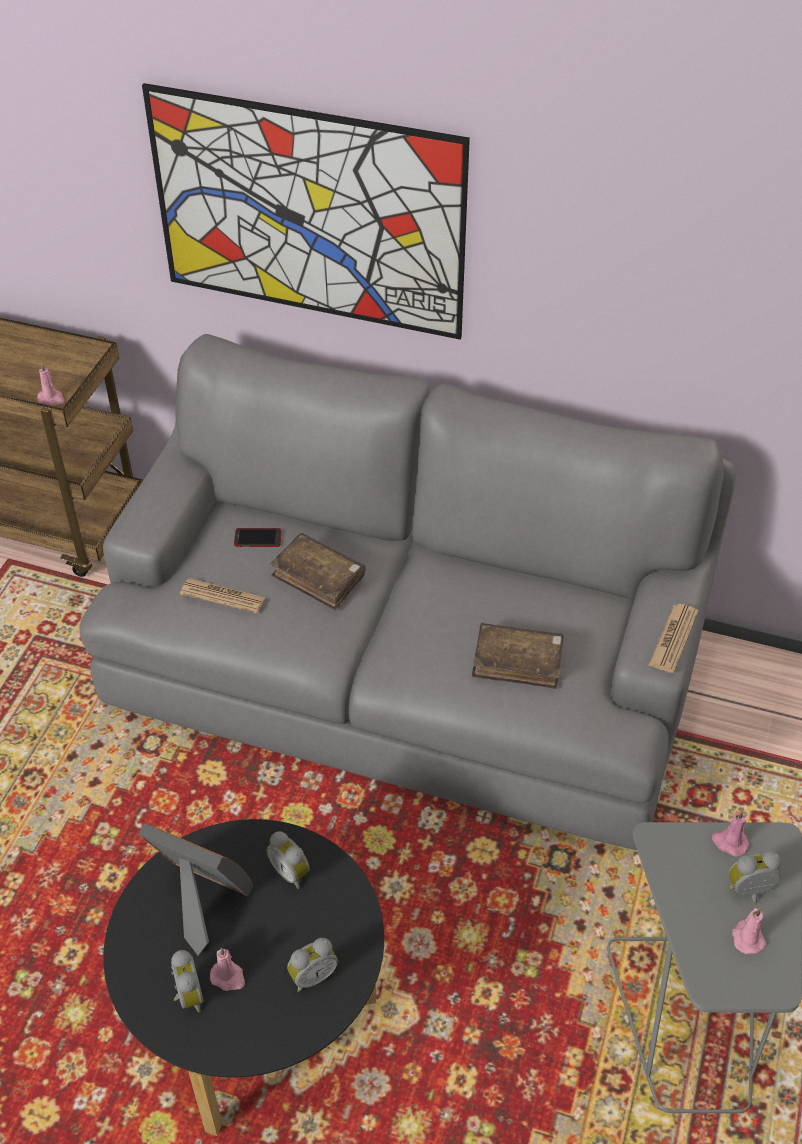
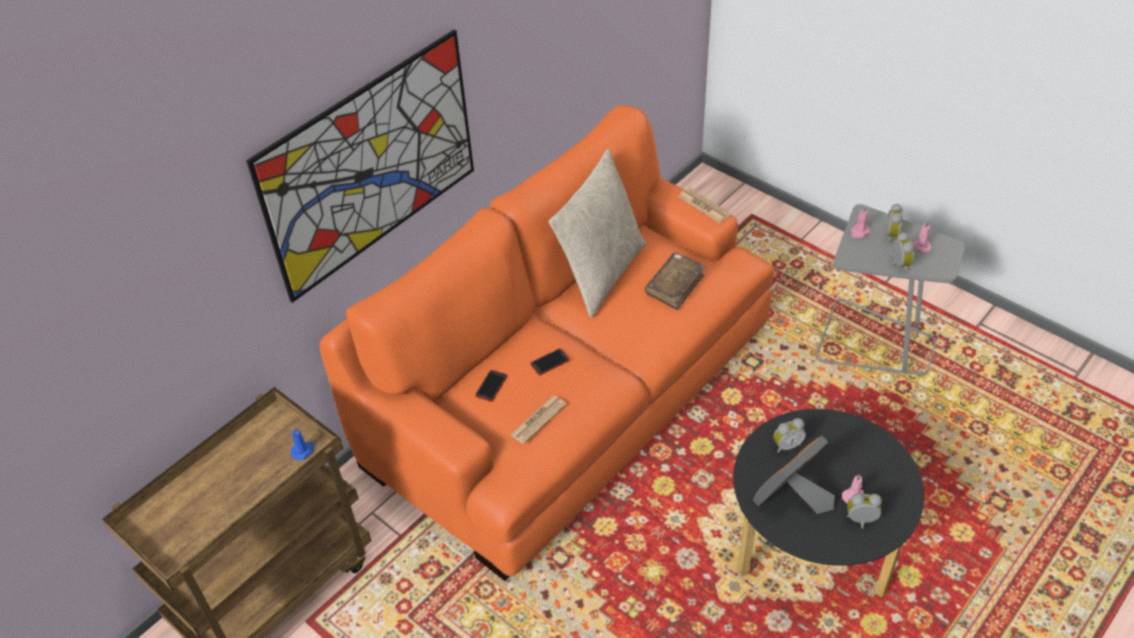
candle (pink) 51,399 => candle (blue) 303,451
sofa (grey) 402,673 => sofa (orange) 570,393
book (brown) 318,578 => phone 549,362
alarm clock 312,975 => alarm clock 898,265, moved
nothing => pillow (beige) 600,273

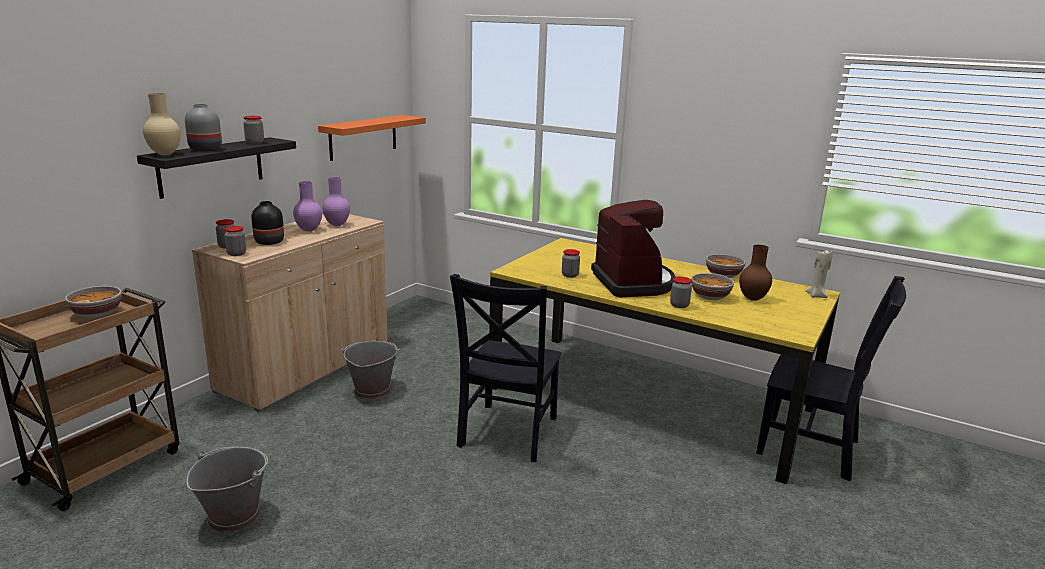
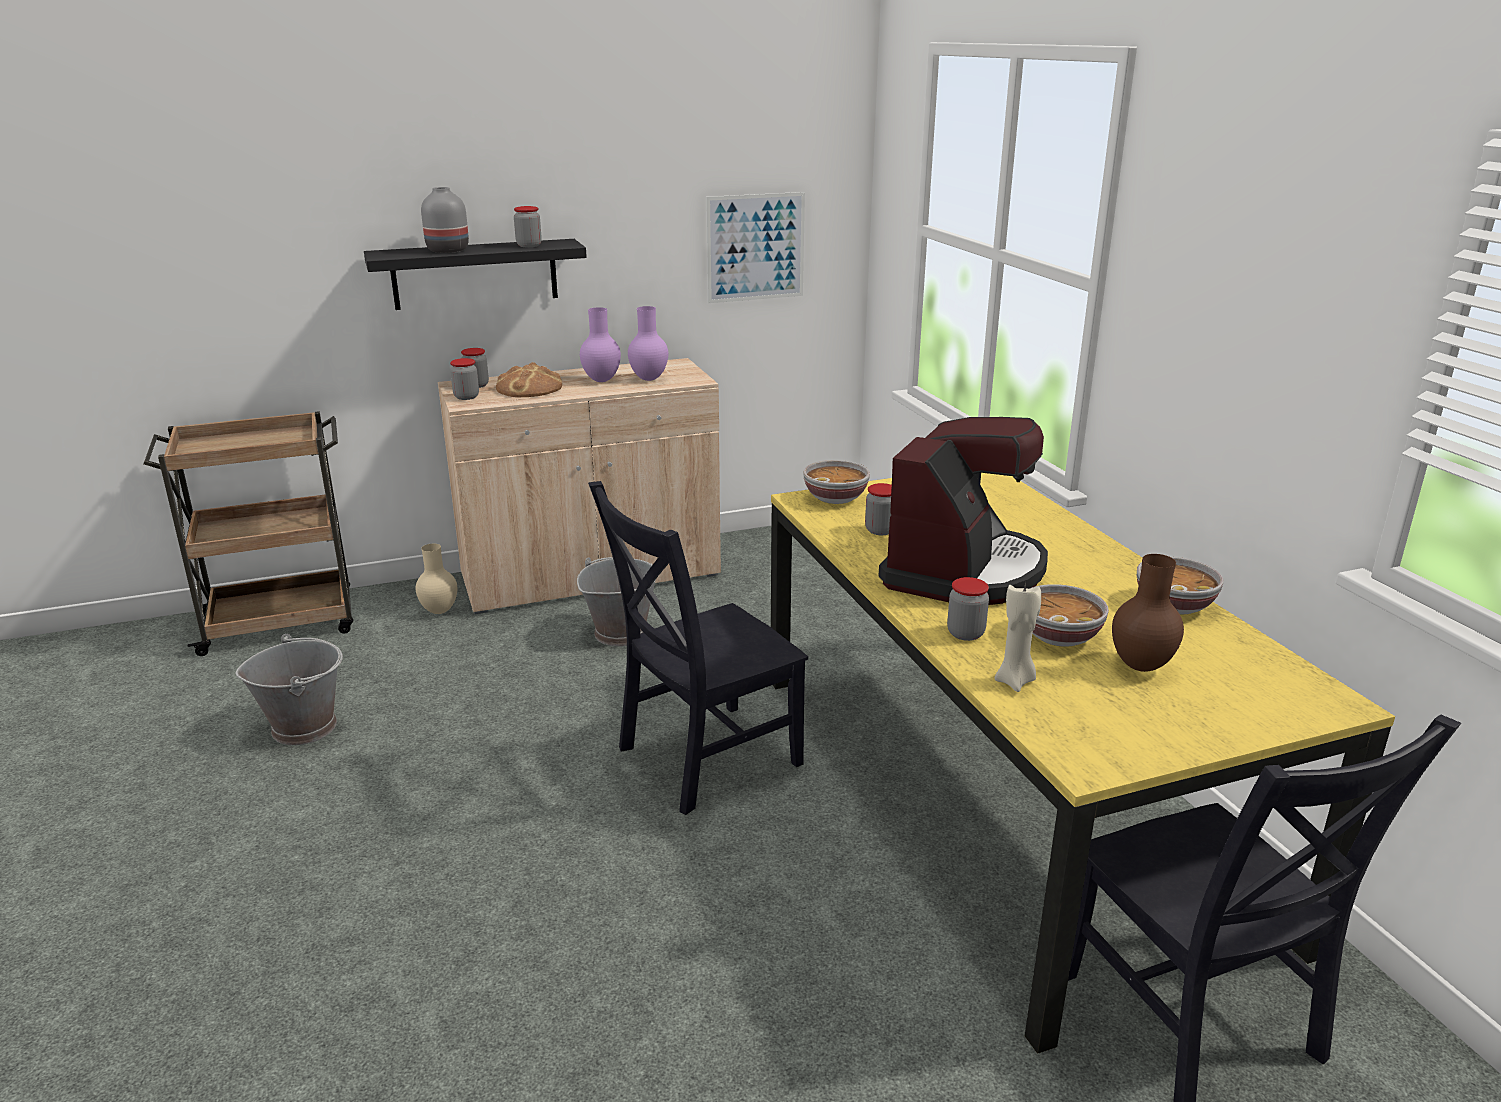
bowl 97,313 => bowl 836,497, moved
vase (beige) 164,154 => vase (beige) 439,610, moved
vase (black) 270,242 => bread 529,388
shelf (orange) 363,137 => picture 755,247
candle (beige) 816,296 => candle (beige) 1015,681, moved

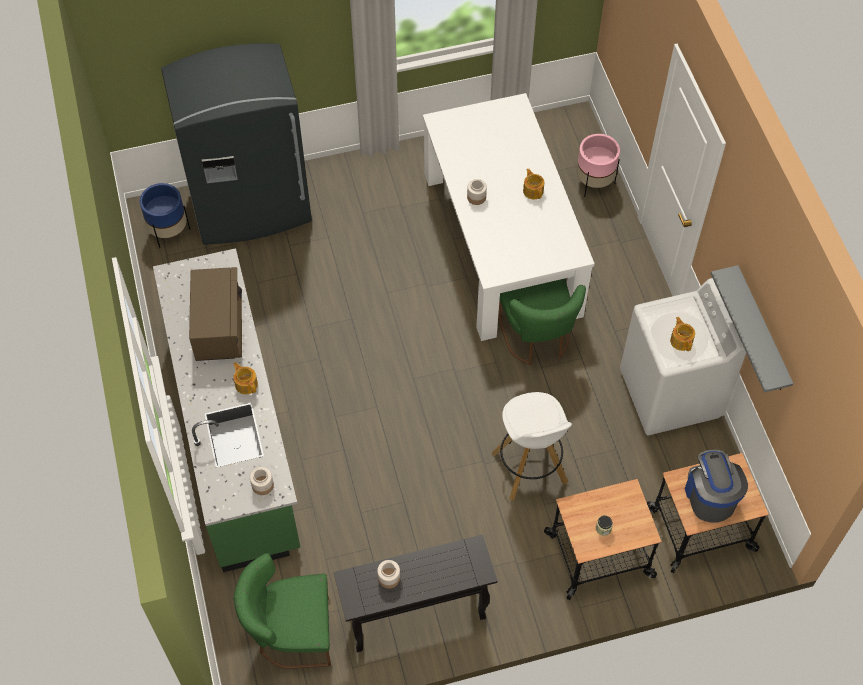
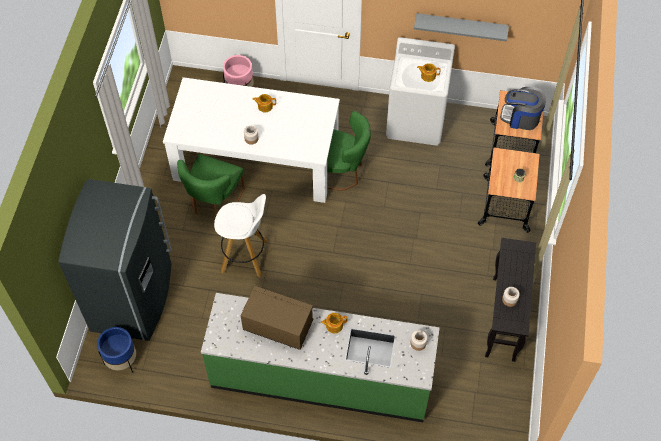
chair (green) 291,634 => chair (green) 214,202, moved
stool (white) 530,469 => stool (white) 245,256, moved

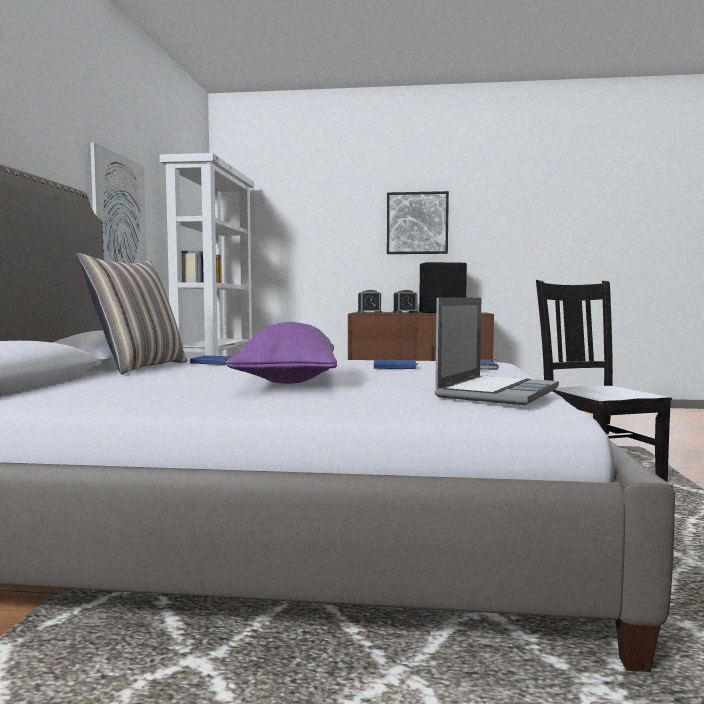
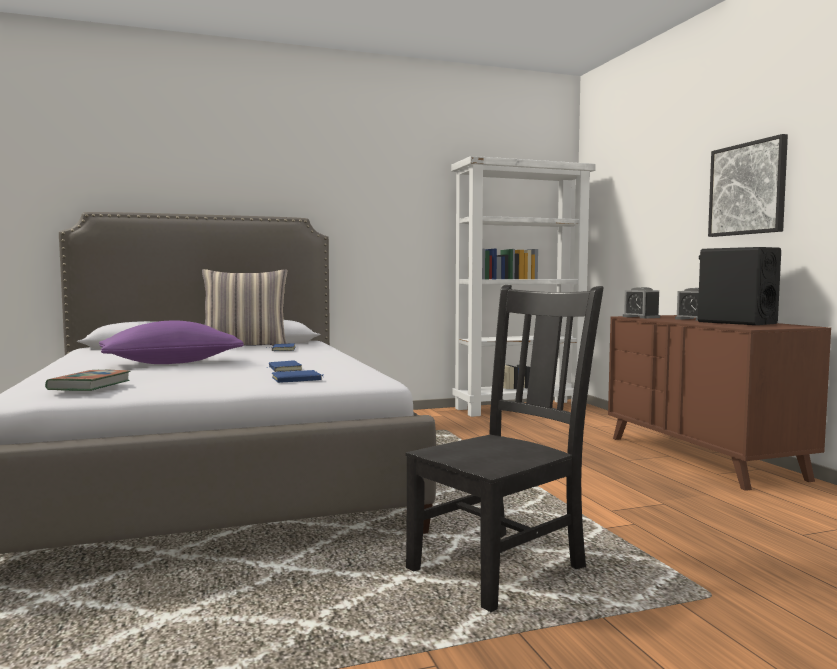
picture 119,215 => nothing
laptop 497,393 => book 90,385

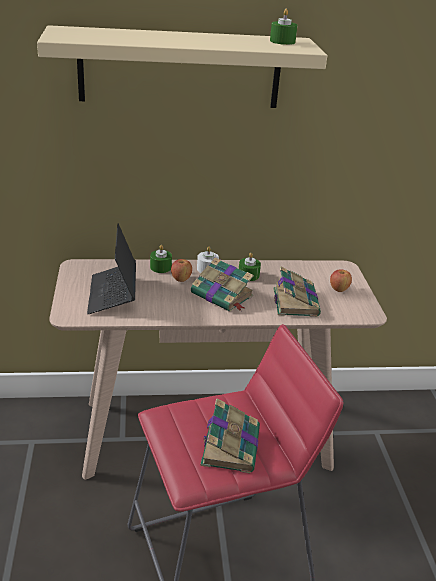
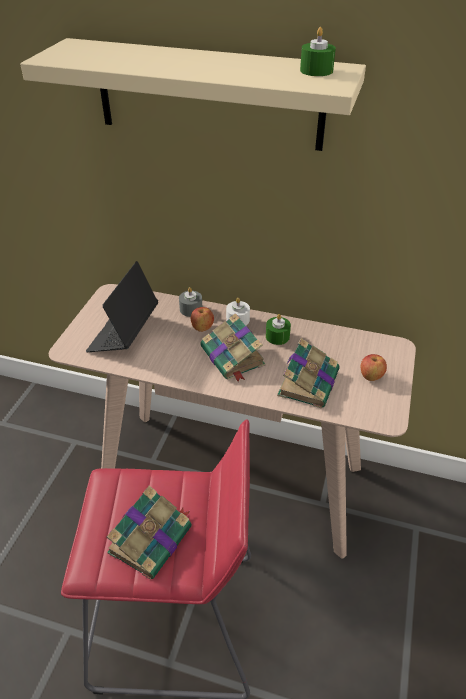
candle (green) 160,267 => candle (grey) 191,309

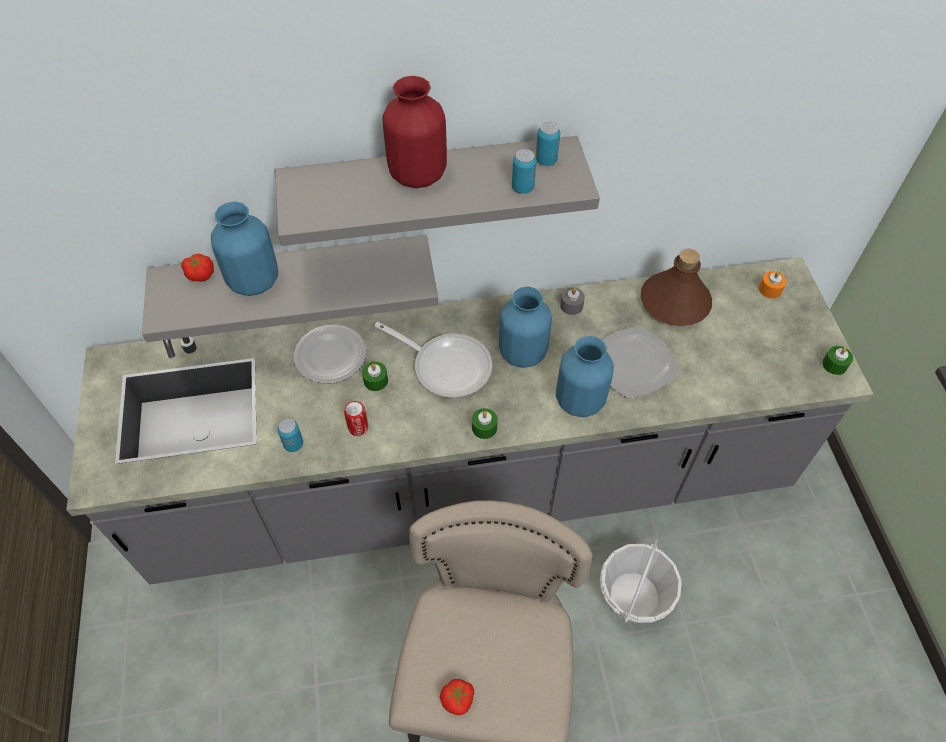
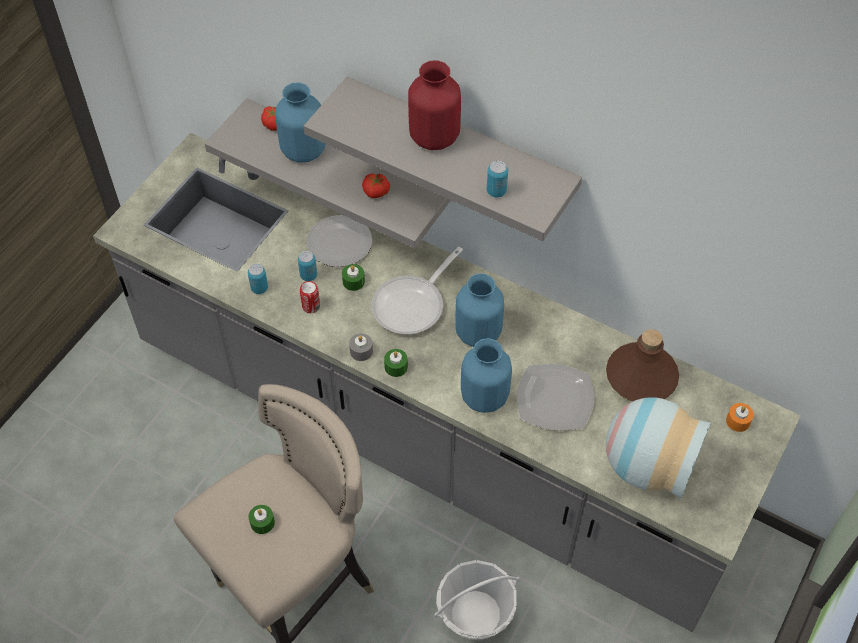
frying pan 446,366 => frying pan 413,304, 60 degrees clockwise
tomato 458,699 => tomato 376,192, moved
can 546,160 => can 308,275, moved
candle (grey) 571,305 => candle (grey) 361,351, moved
candle (green) 834,364 => candle (green) 262,522, moved
nothing => vase 647,465

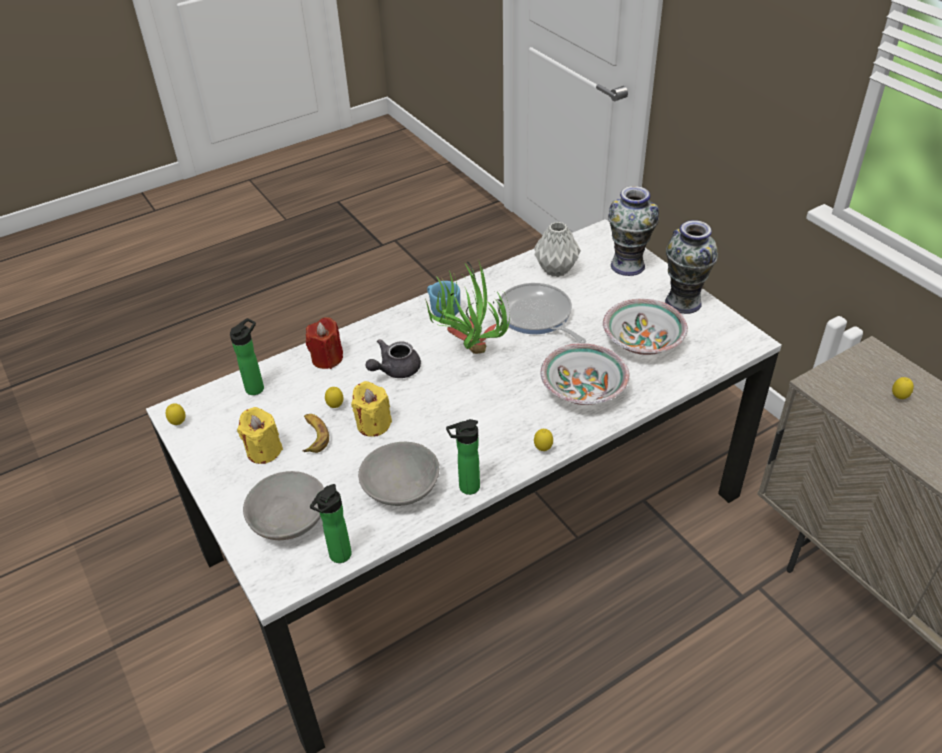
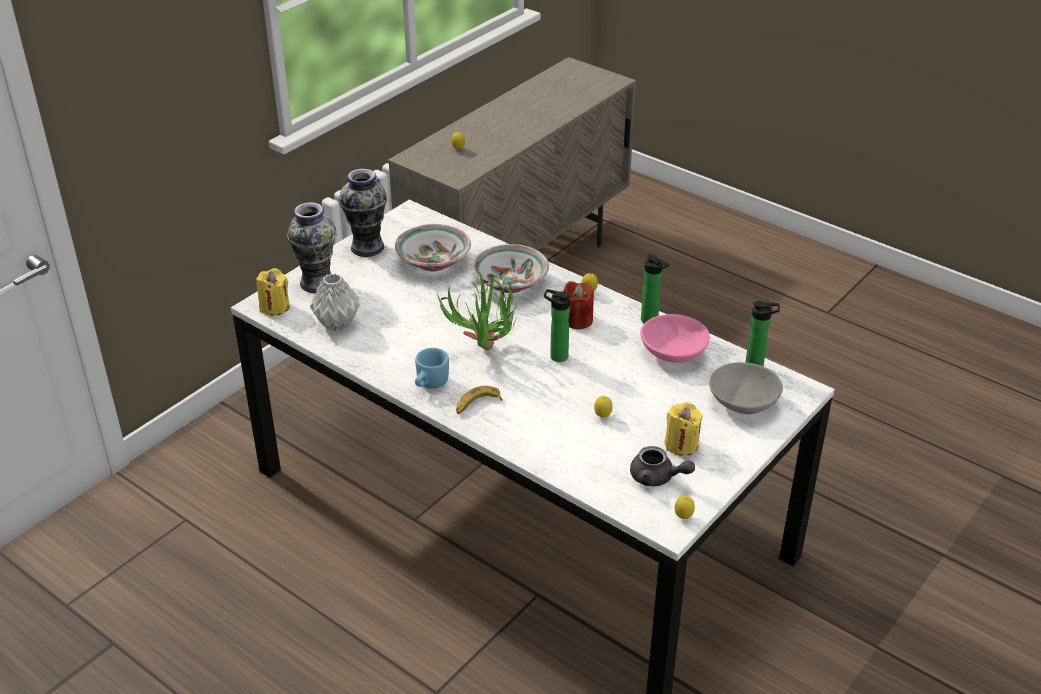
bottle 257,387 => bottle 556,356, moved
banana 313,436 => banana 477,405, moved
candle (red) 327,358 => candle (red) 577,320, moved
candle (yellow) 373,424 => candle (yellow) 274,307, moved
bowl (grey) 401,489 => bowl (pink) 673,353
teapot (grey) 395,370 => teapot (grey) 657,478, moved
frying pan 537,316 => nothing

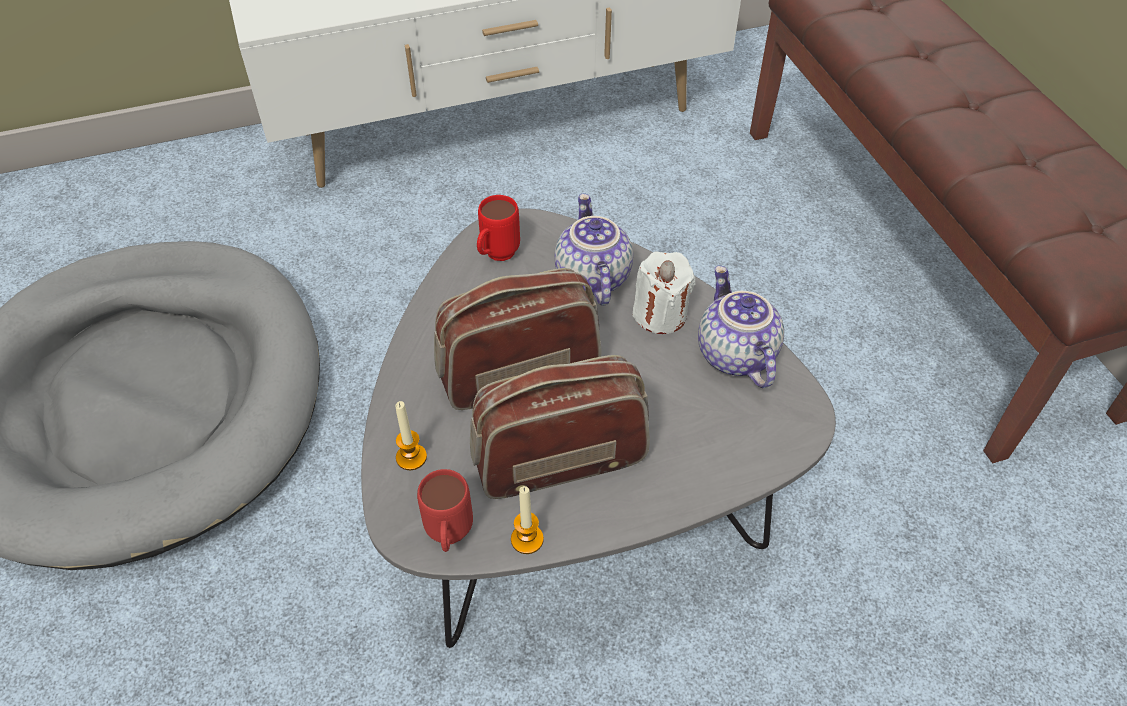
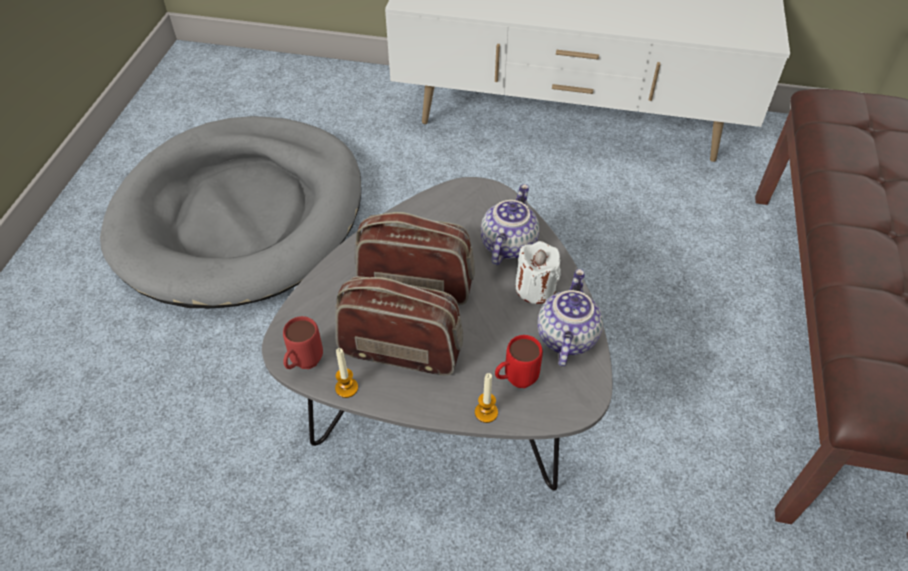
candle 411,457 => candle 486,412, moved
mug (red) 496,256 => mug (red) 515,381, moved

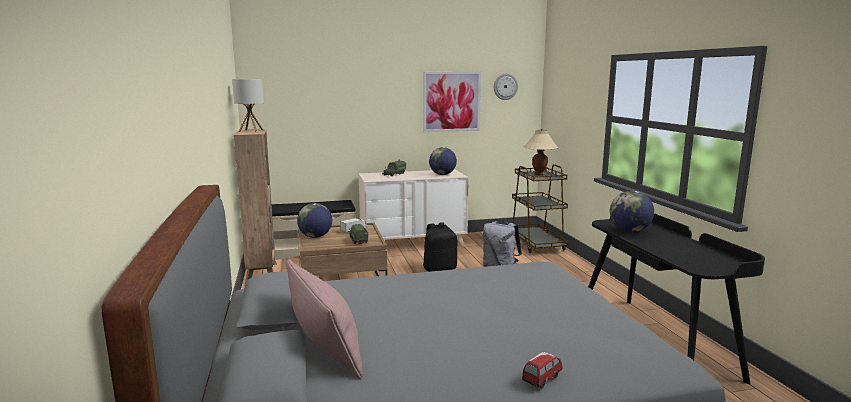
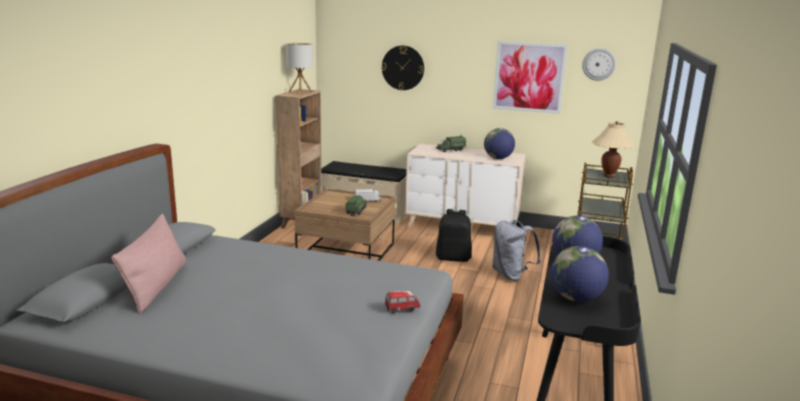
globe 315,237 => globe 576,298, moved
toy car 542,378 => toy car 402,309, moved
nothing => wall clock 403,68

